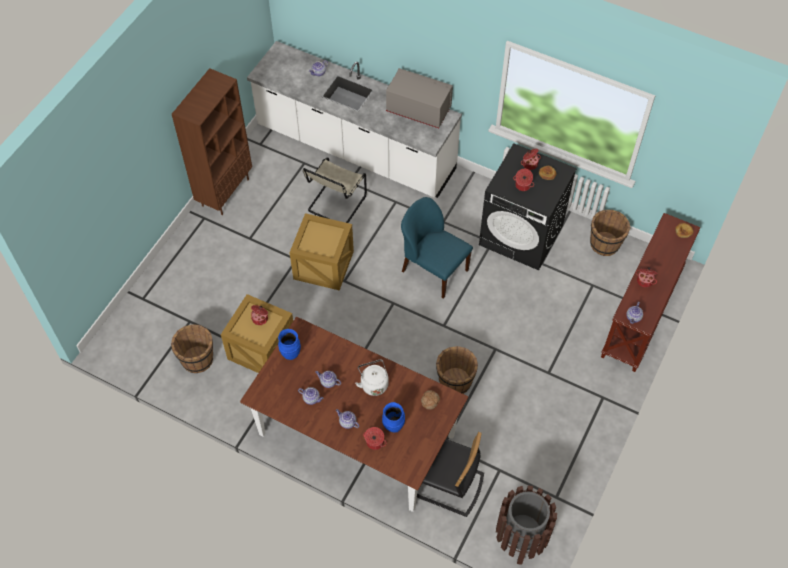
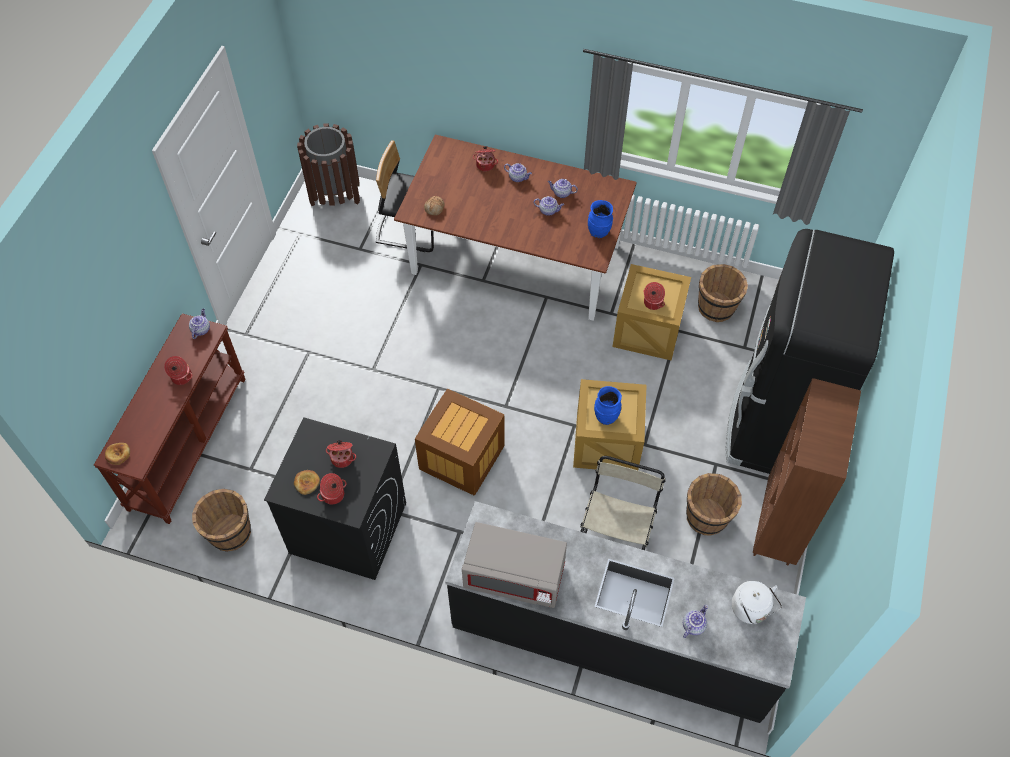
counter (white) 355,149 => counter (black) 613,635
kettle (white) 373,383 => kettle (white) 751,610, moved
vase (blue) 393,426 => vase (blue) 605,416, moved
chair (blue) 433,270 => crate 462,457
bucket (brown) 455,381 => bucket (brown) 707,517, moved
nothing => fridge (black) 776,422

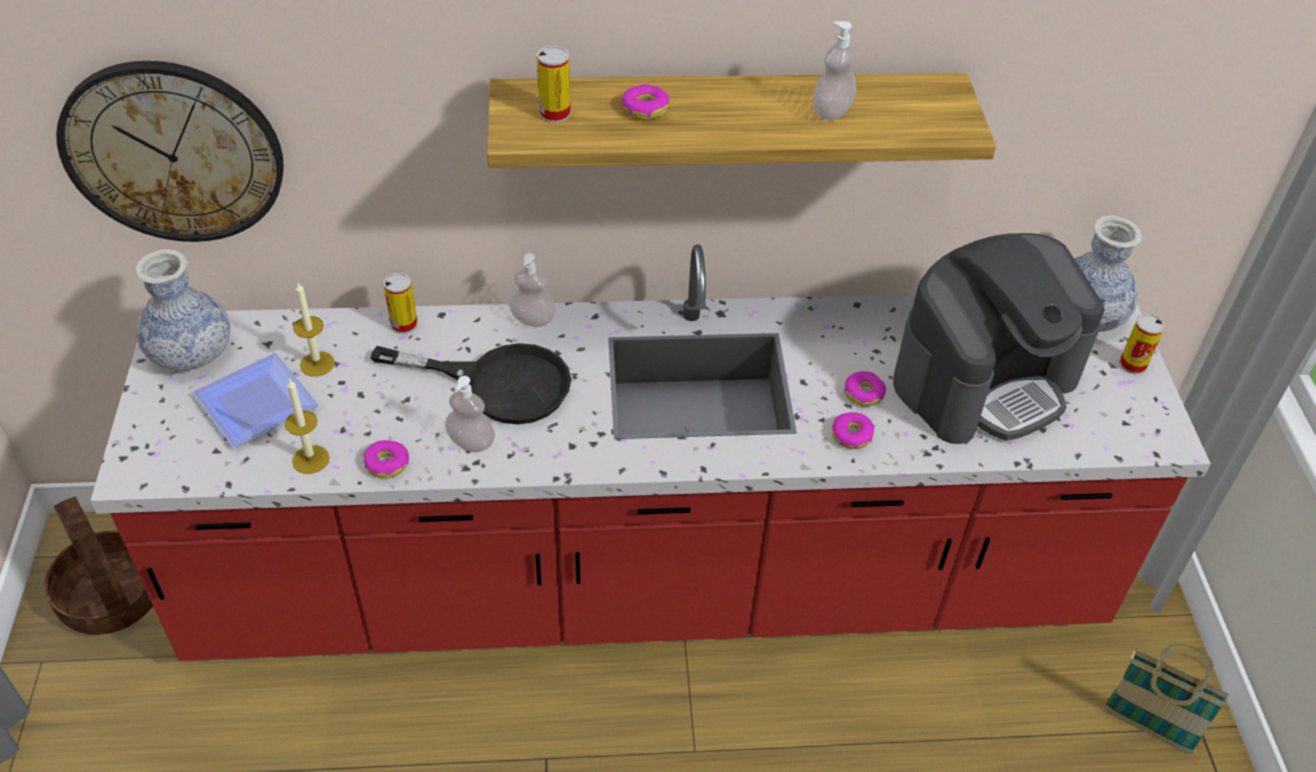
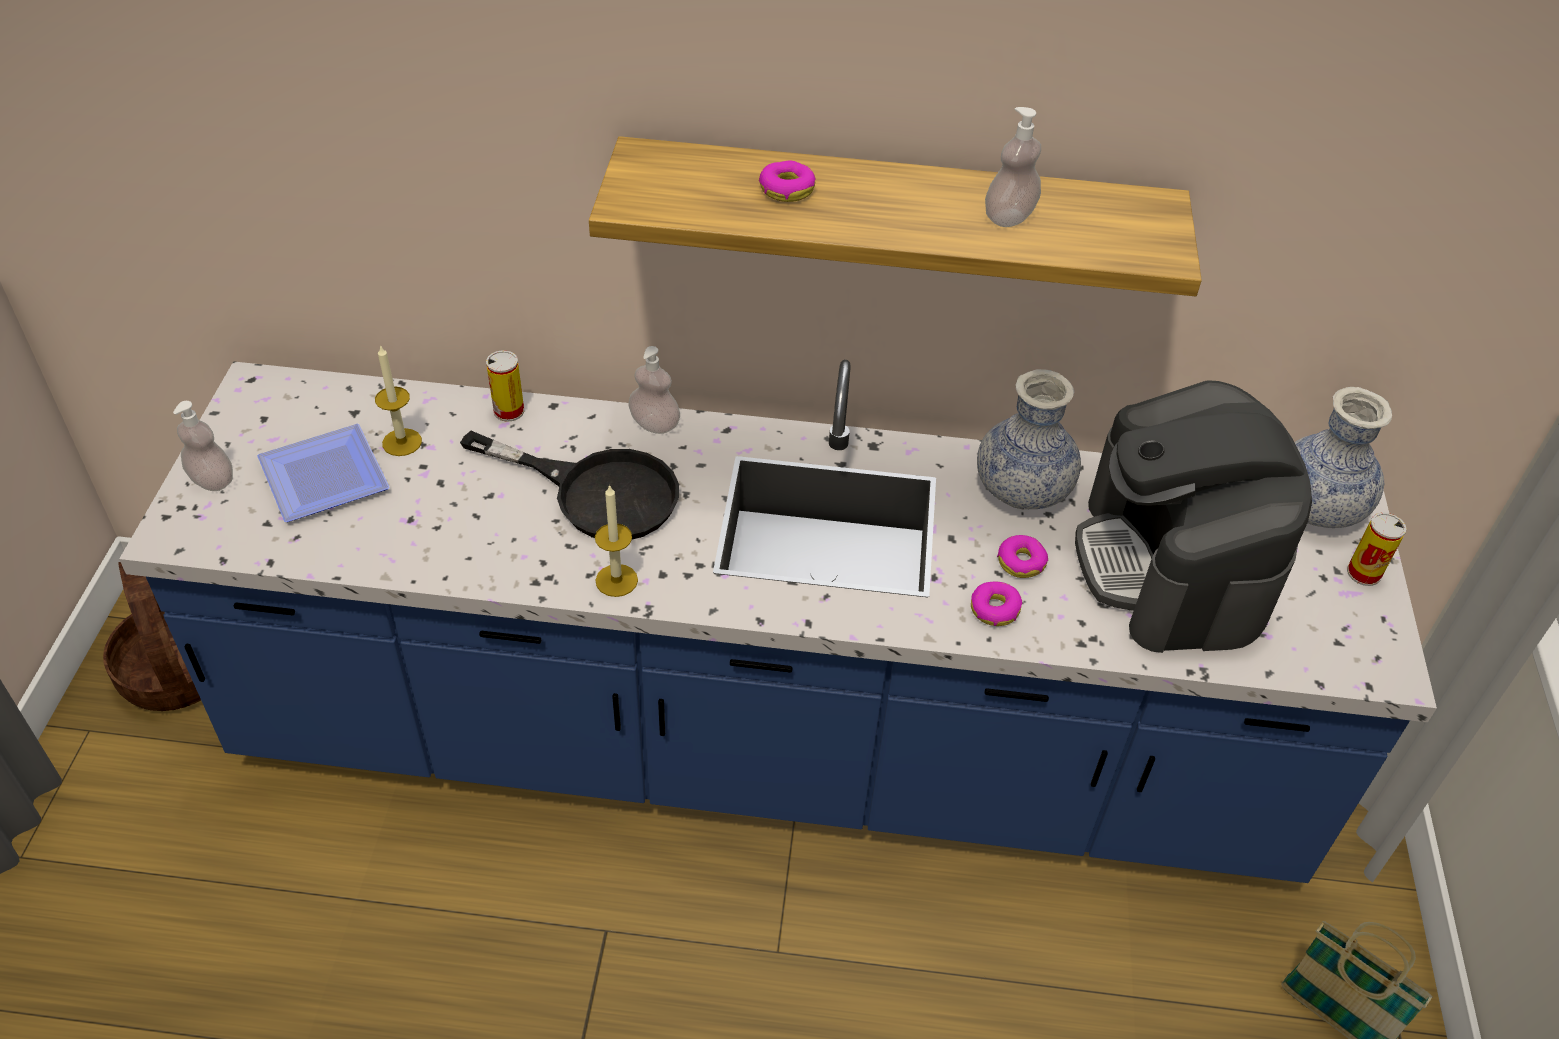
wall clock 173,152 => nothing
counter (red) 649,583 => counter (blue) 767,749
vase 191,354 => vase 1022,490, moved
candle 310,459 => candle 616,580, moved
donut 387,464 => nothing
soap dispenser 471,442 => soap dispenser 212,480, moved
can 555,113 => nothing
coffee machine 985,380 => coffee machine 1173,566, 105 degrees clockwise

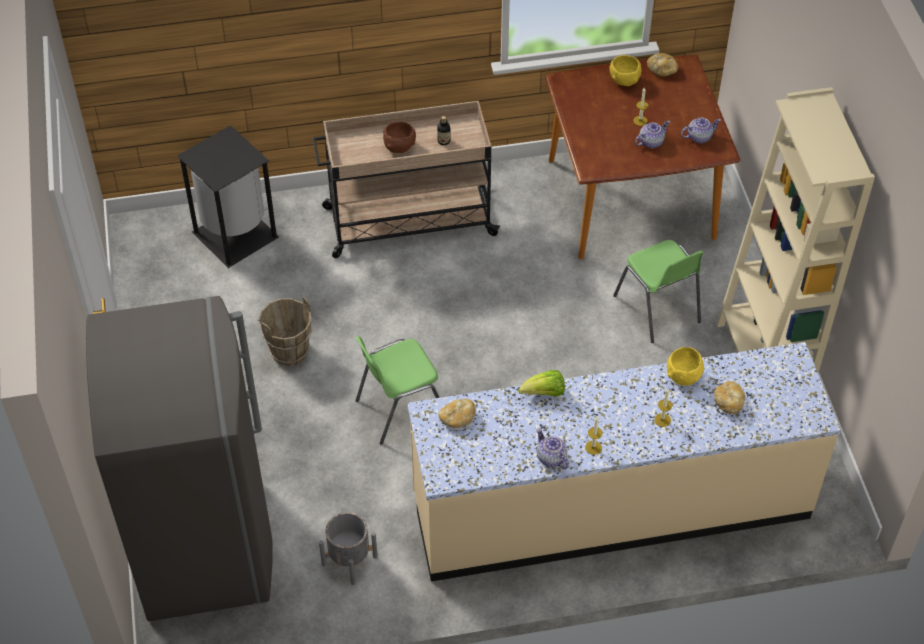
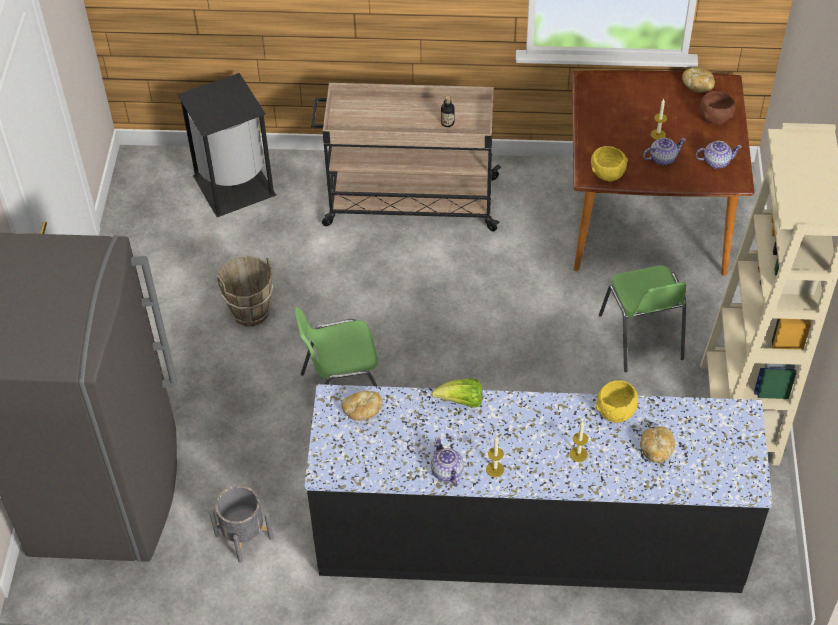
bowl (brown) 399,147 => bowl (brown) 715,119, moved
counter (beige) 610,506 => counter (black) 529,535
bowl (yellow) 624,81 => bowl (yellow) 607,174, moved

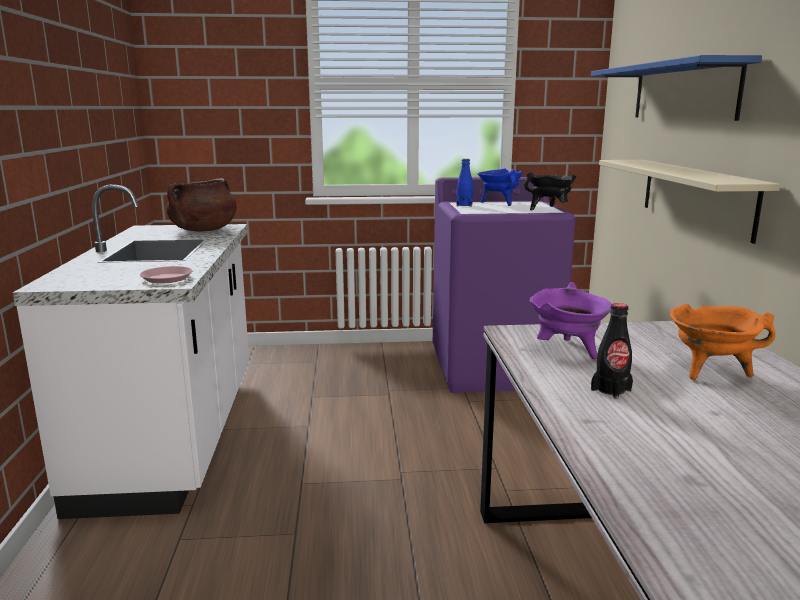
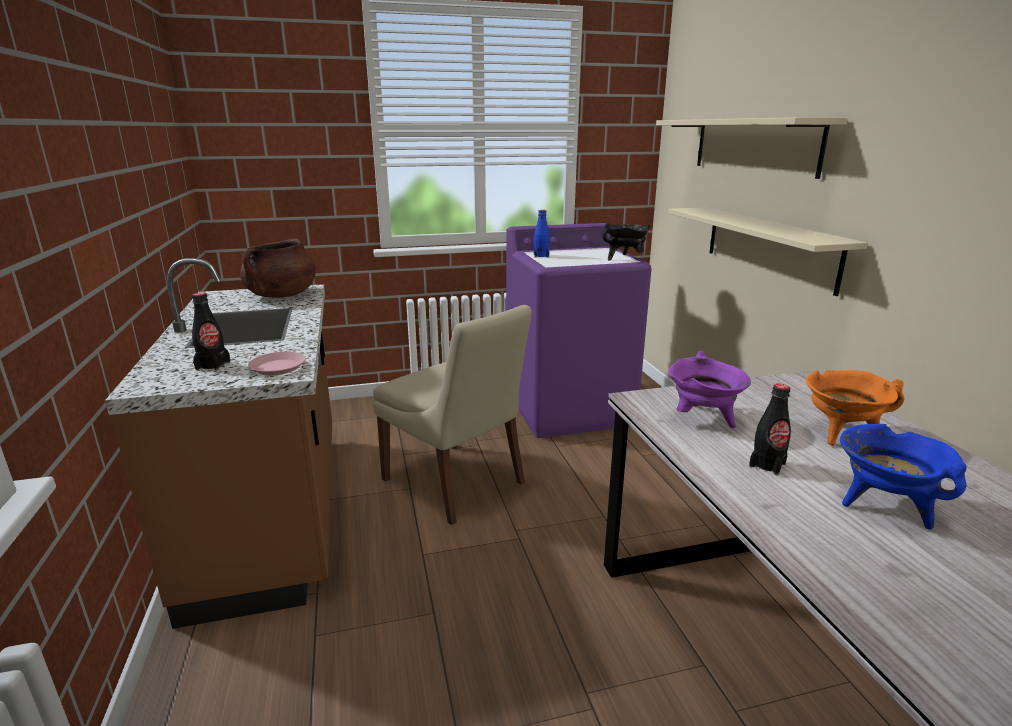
counter (white) 177,435 => counter (brown) 275,512
cooking pot (blue) 499,203 => cooking pot (blue) 884,507, moved
shelf (blue) 683,92 => shelf (beige) 754,145
nothing => bottle (black) 213,365
nothing => chair (beige) 456,483

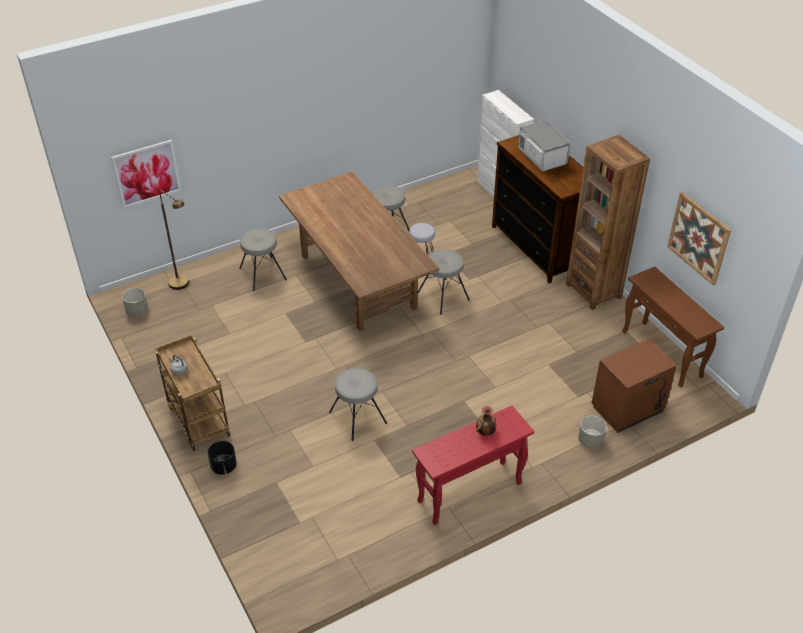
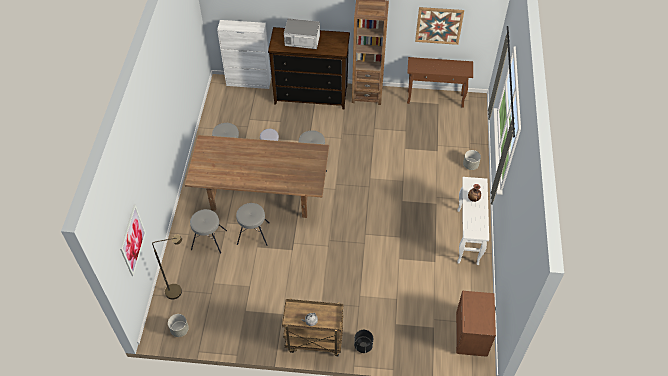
stool (grey) 357,418 => stool (grey) 253,234, moved
console table (red) 469,493 => console table (white) 468,237
nightstand (brown) 628,409 => nightstand (brown) 472,335, moved

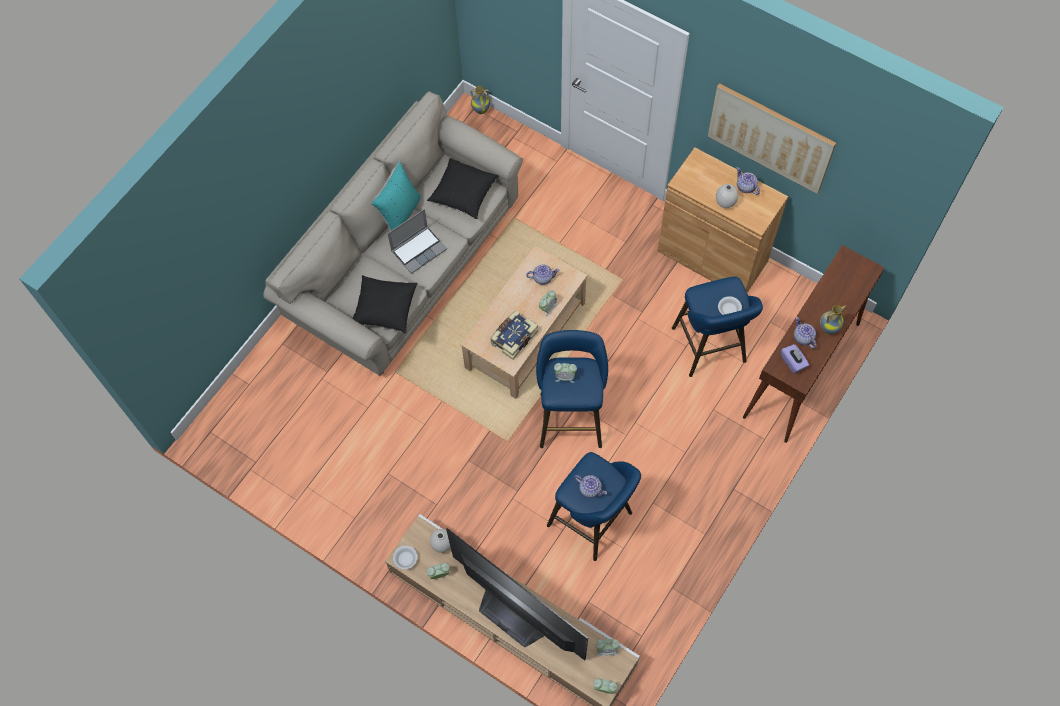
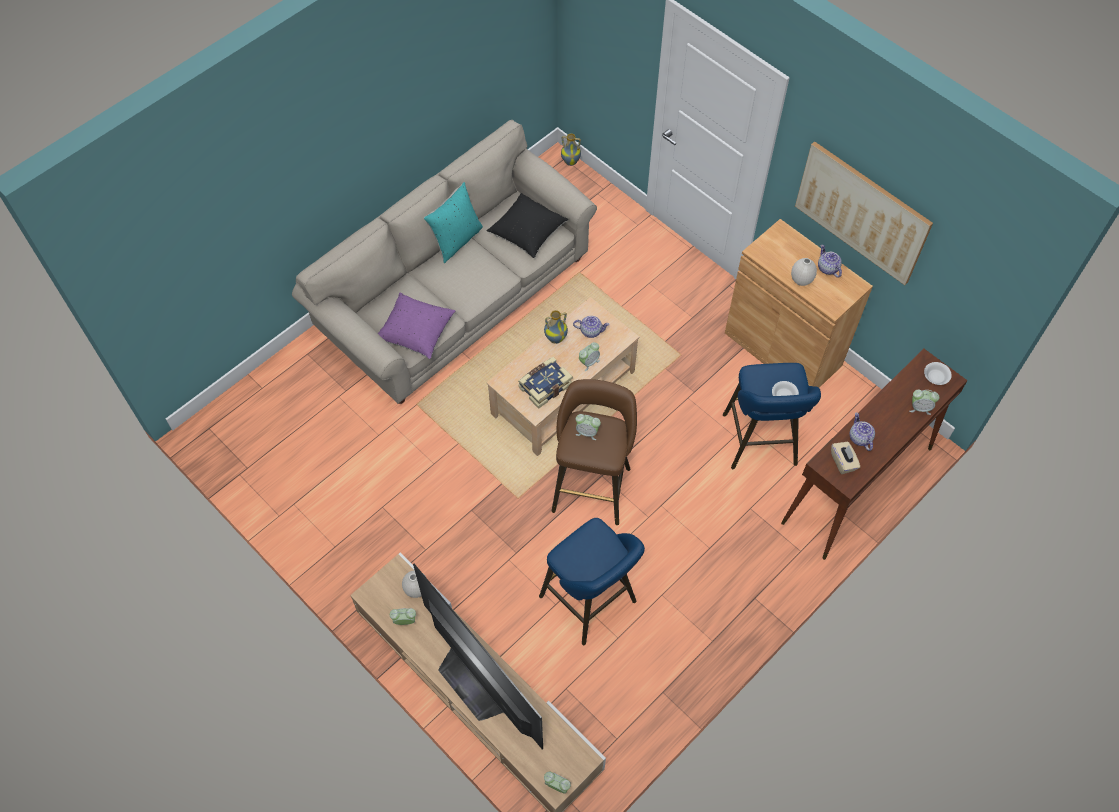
pillow (black) 385,309 => pillow (purple) 416,332
laptop 419,249 => nothing
bowl (white) 405,559 => bowl (white) 935,377, moved
stool (blue) 570,415 => stool (brown) 592,485
teapot 590,489 => nothing
alarm clock 606,649 => alarm clock 920,408, moved
tissue box (purple) 793,362 => tissue box (beige) 843,462
vase 828,328 => vase 555,338, moved

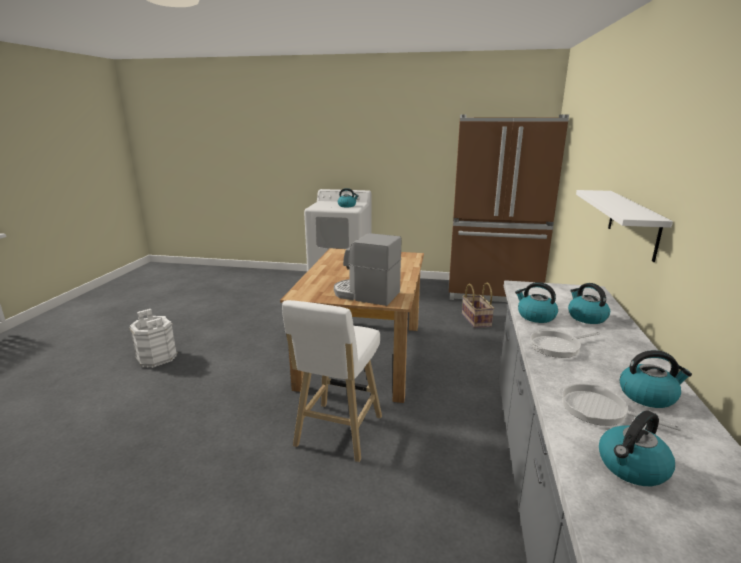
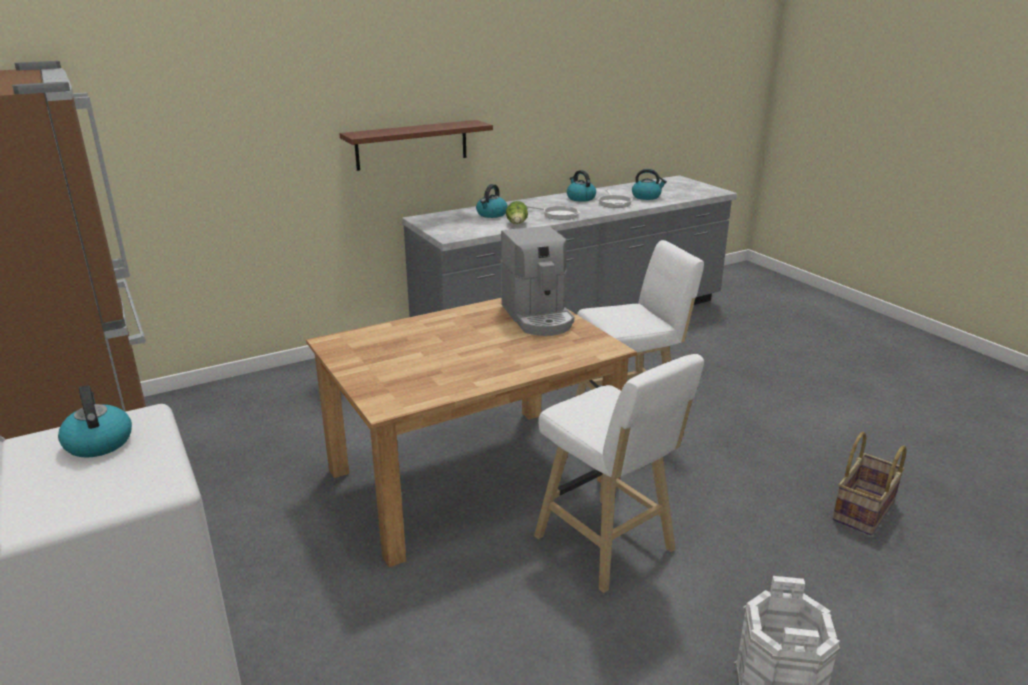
basket 475,320 => basket 864,511, moved
kettle 535,316 => lettuce 517,224
shelf (white) 633,223 => shelf (brown) 412,145
nothing => stool (white) 608,547

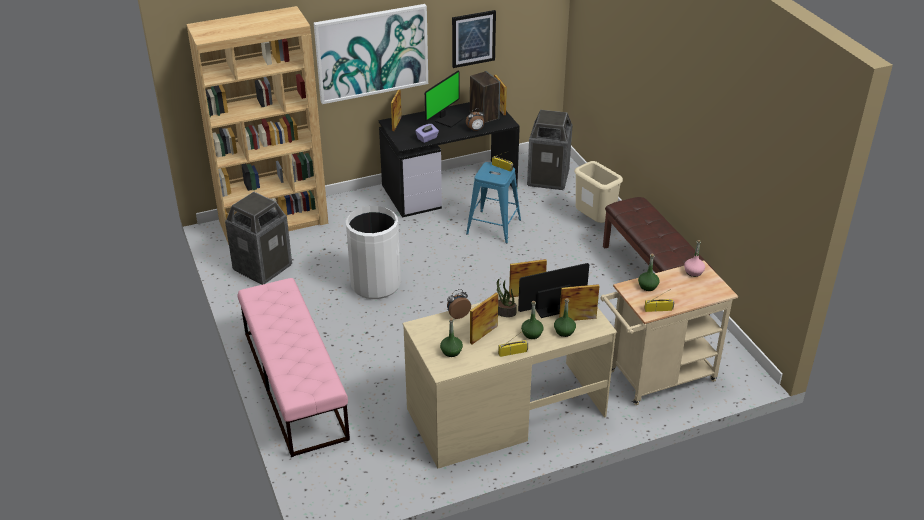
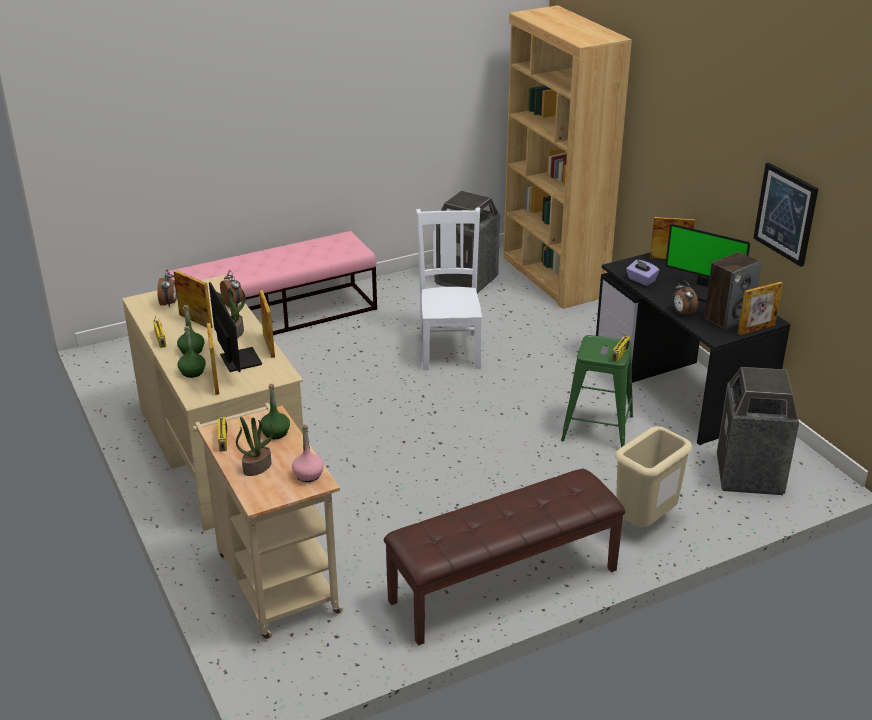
picture 372,53 => nothing
trash can (white) 375,284 => chair (white) 449,349
bottle (green) 451,351 => alarm clock 169,303
stool (blue) 494,227 => stool (green) 597,428
nothing => potted plant 257,467

